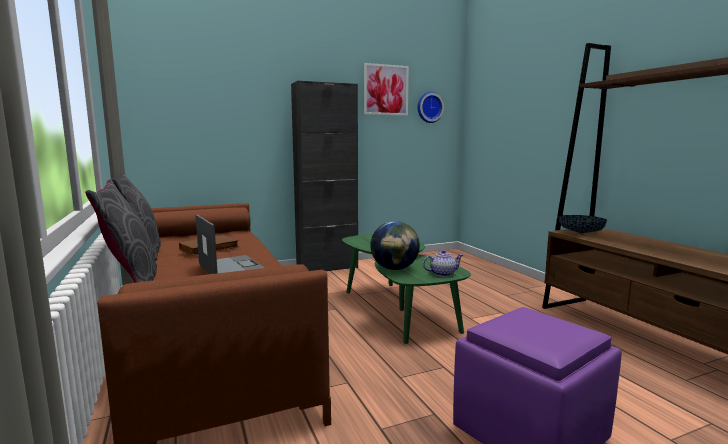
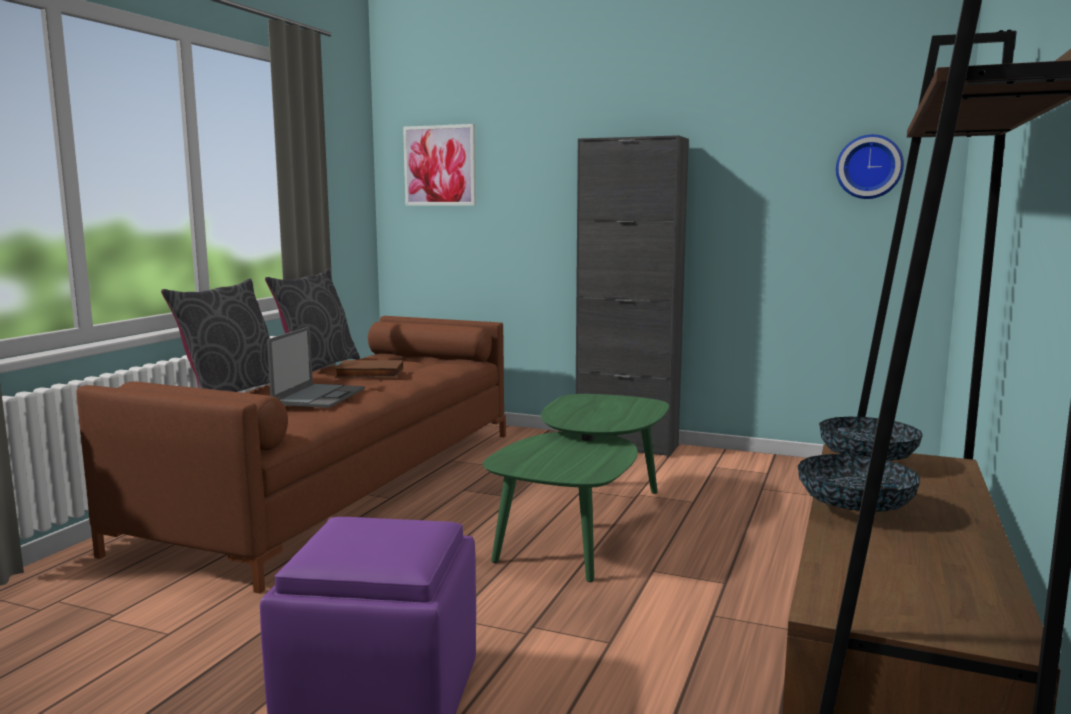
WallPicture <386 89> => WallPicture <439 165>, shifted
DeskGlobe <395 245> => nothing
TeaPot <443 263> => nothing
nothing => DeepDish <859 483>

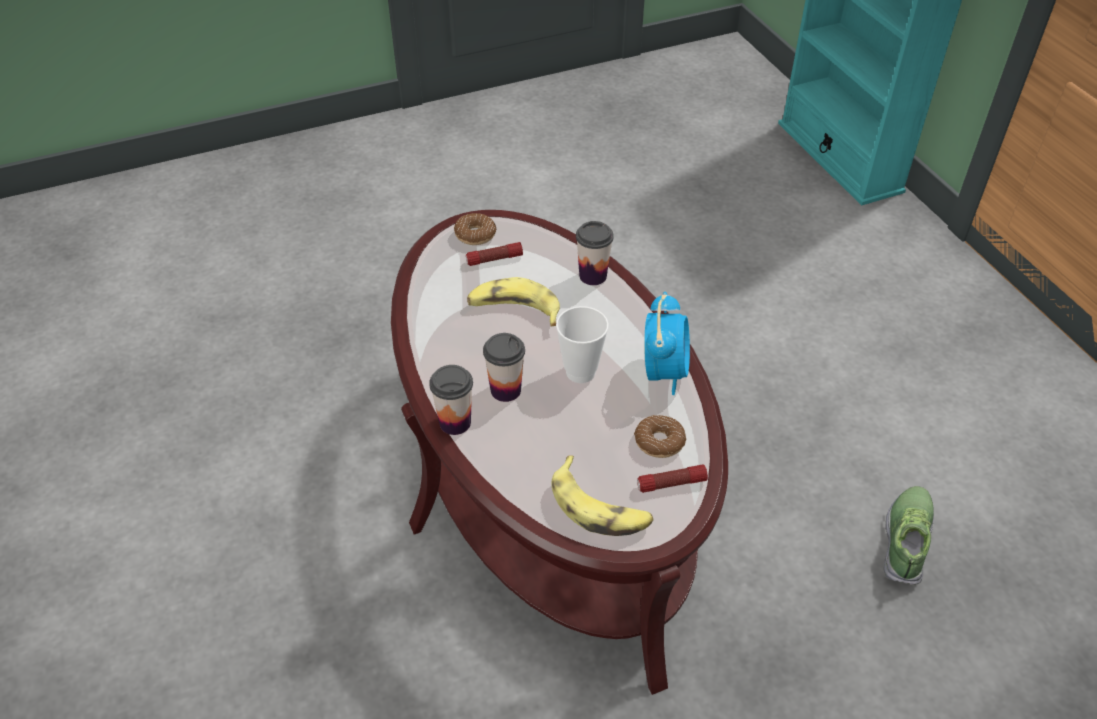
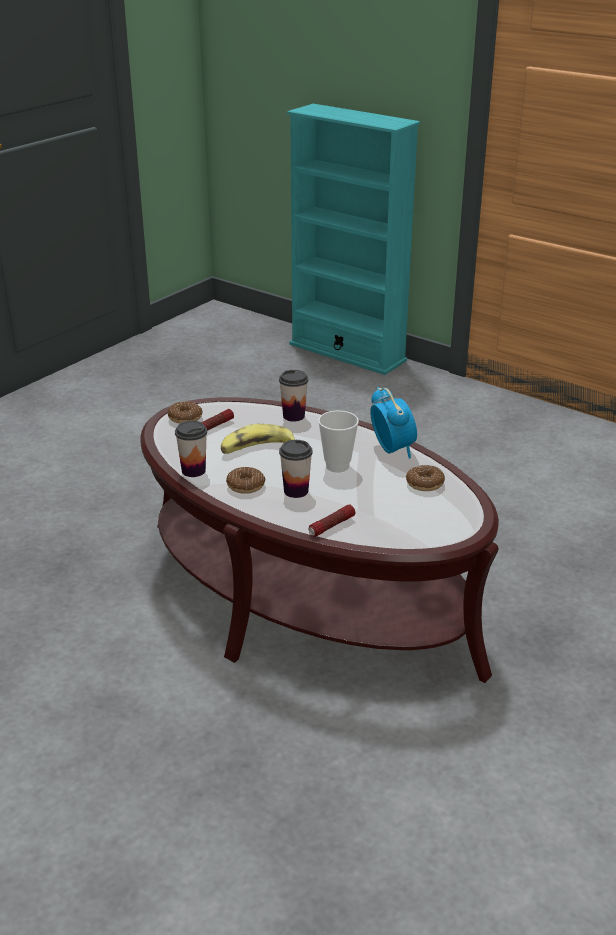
DrinkingCup <451 400> => DrinkingCup <191 449>, shifted
WholeBanana <602 495> => nothing
Flashlight <672 478> => Flashlight <331 520>, shifted
Shoe <909 535> => nothing
nothing => Doughnut <245 480>

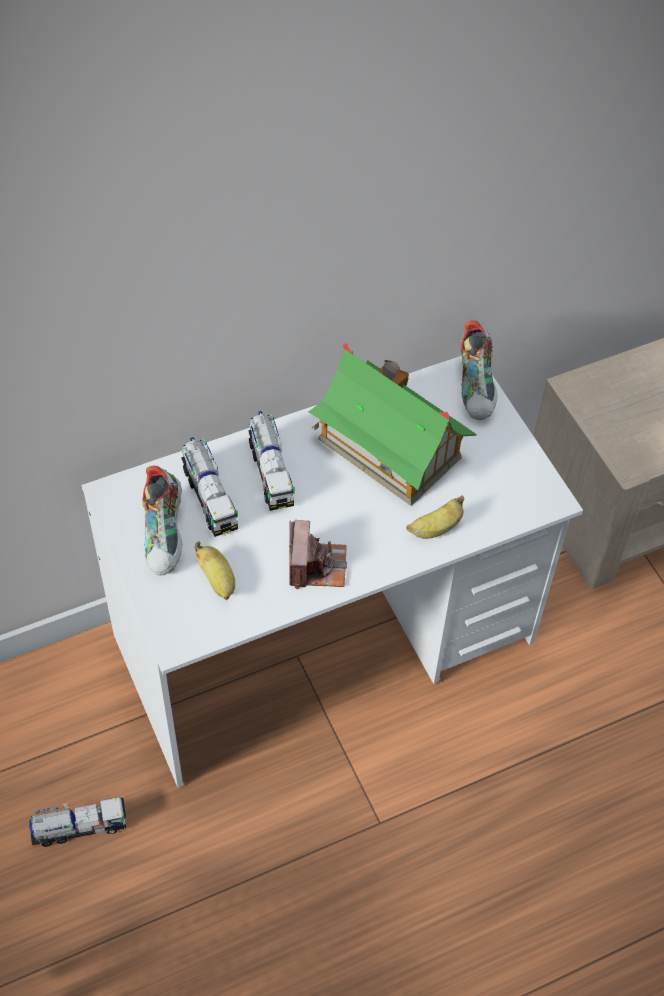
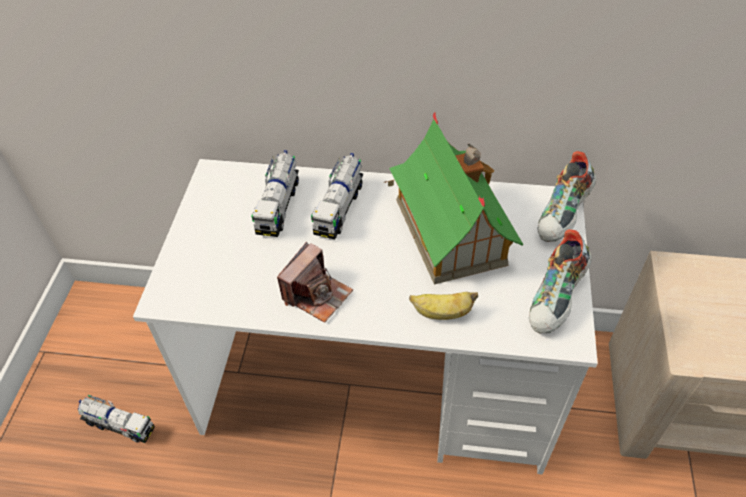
Shoe <162 520> => Shoe <560 281>, shifted
WholeBanana <214 571> => nothing

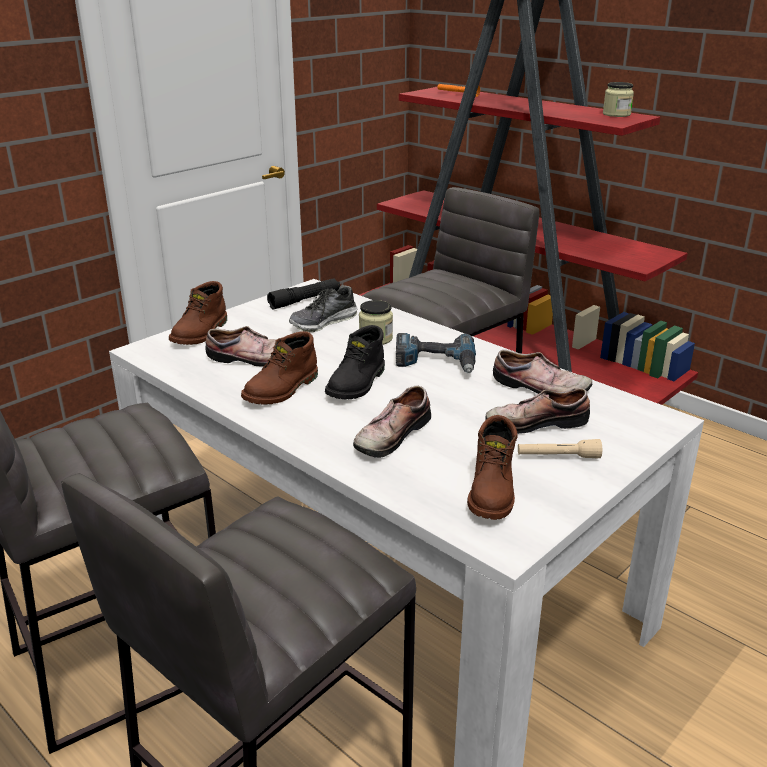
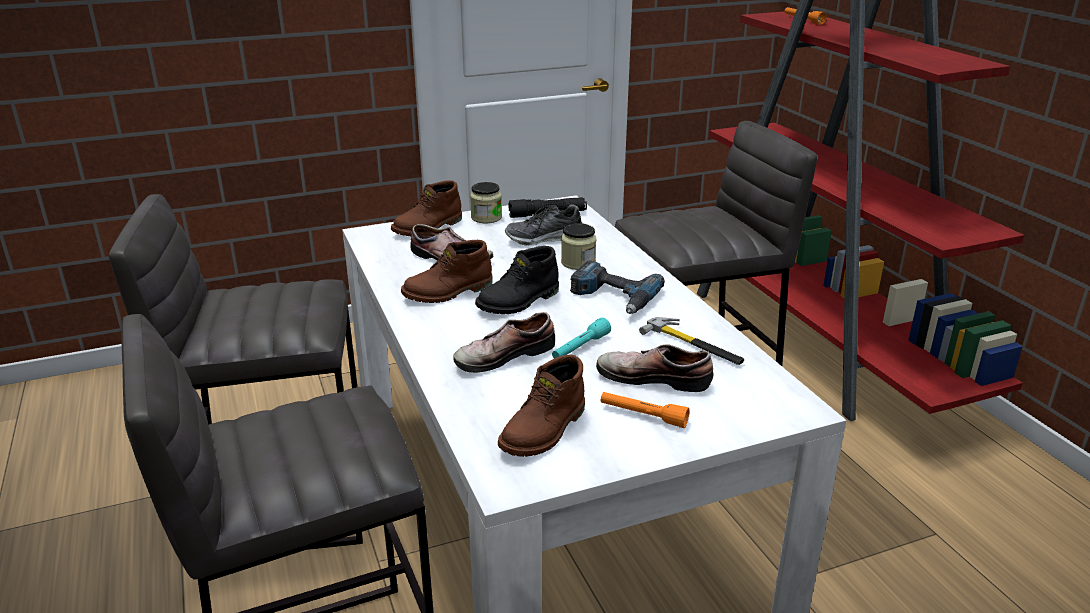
StorageJar <618 99> => StorageJar <486 202>, shifted
Shoe <542 372> => ToolHammer <691 341>
BeigeFlashlight <560 449> => OrangeFlashlight <645 410>
nothing => TurquoiseFlashlight <581 338>

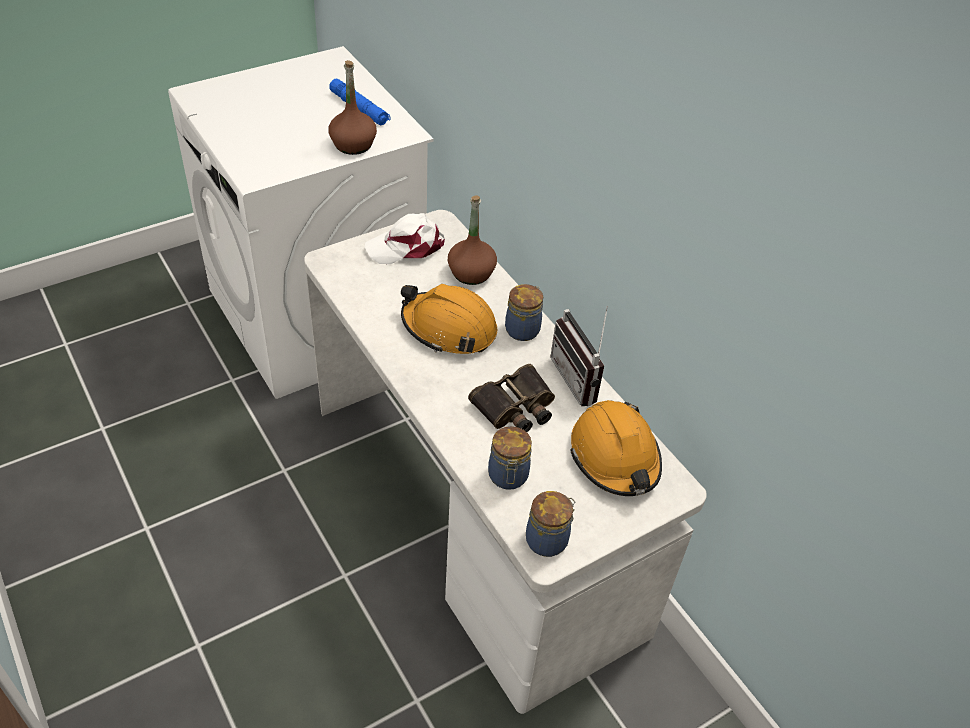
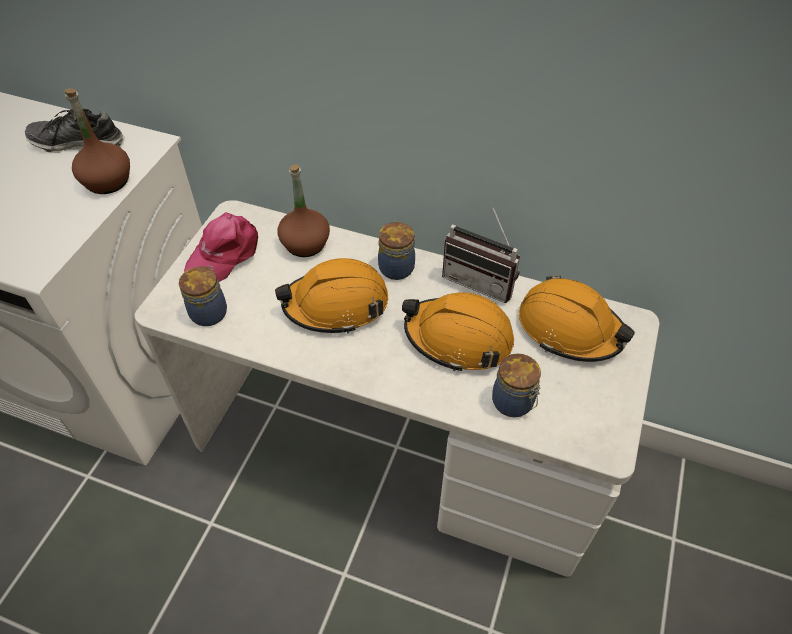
BluishFlashlight <360 101> => Shoe <75 130>
WhiteBaseballCap <405 238> => PinkishBaseballCap <221 247>
PairOfBinoculars <511 398> => OrangeWorkHelmet <458 331>
StorageJar <551 524> => StorageJar <203 296>, shifted

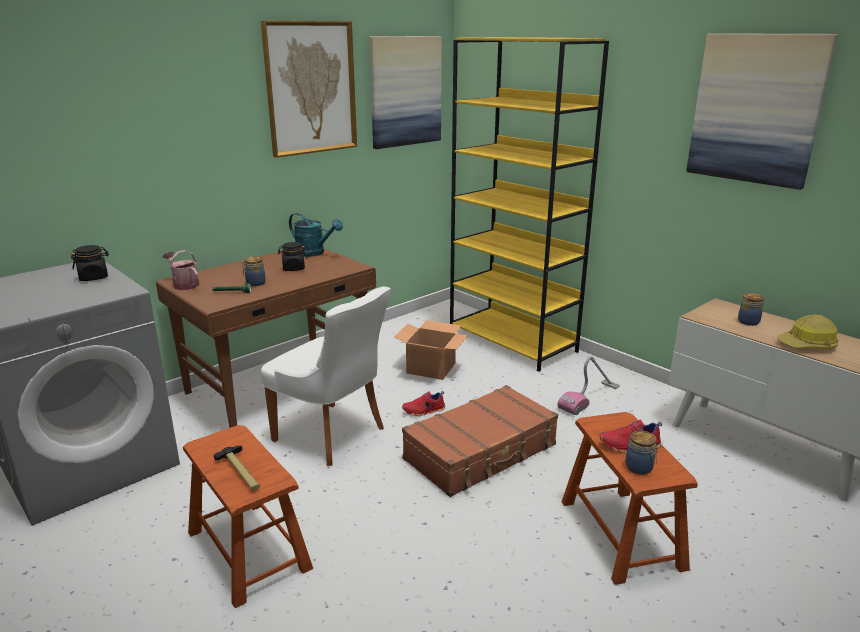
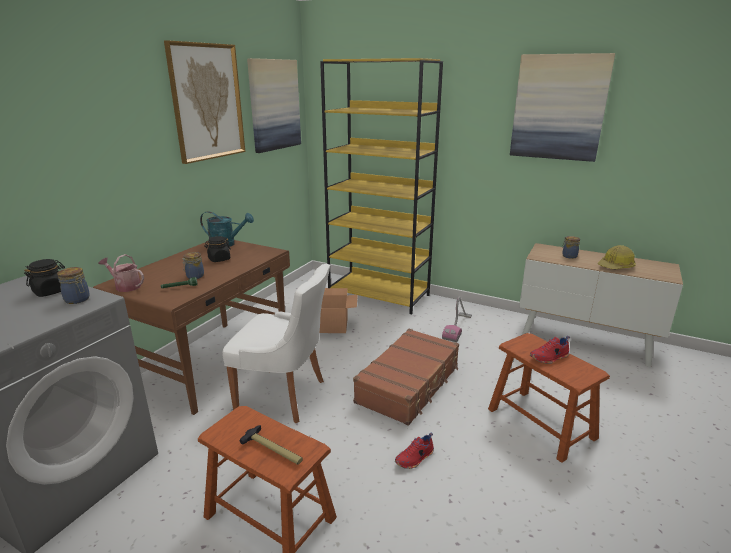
ReddishShoe <423 403> => ReddishShoe <414 451>, shifted
StorageJar <641 452> => StorageJar <73 285>, shifted

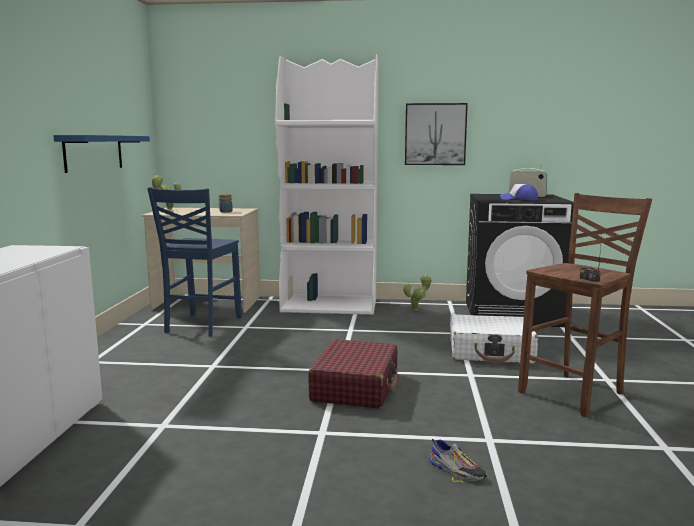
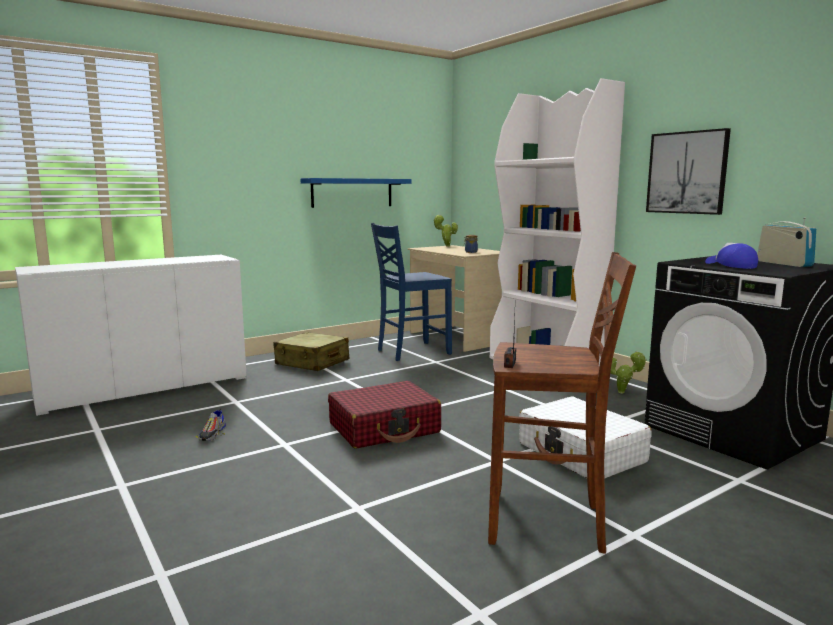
Shoe <458 461> => Shoe <211 425>, shifted
nothing => BeigeTravelCase <311 351>

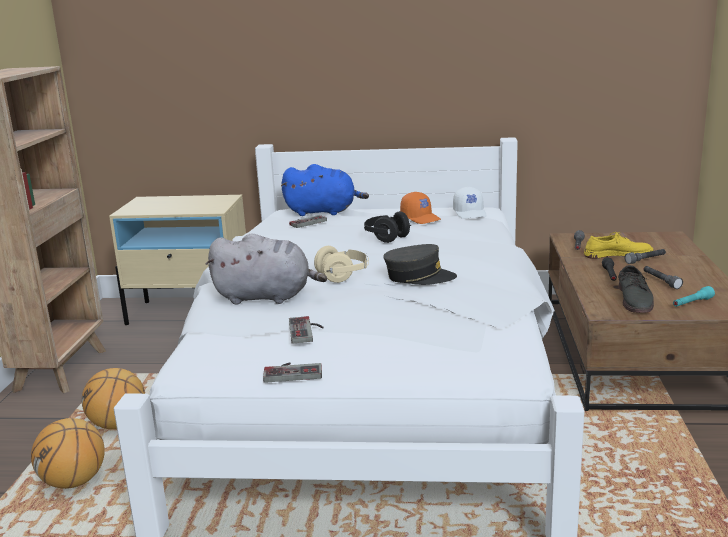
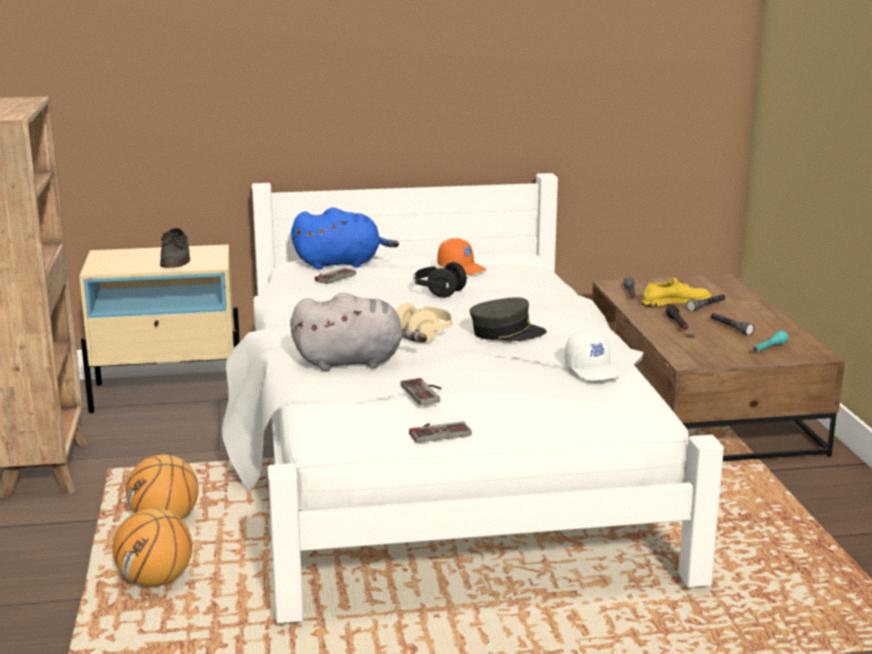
WhiteBaseballCap <470 203> => WhiteBaseballCap <592 355>, shifted
GreyShoe <636 289> => GreyShoe <175 248>, shifted

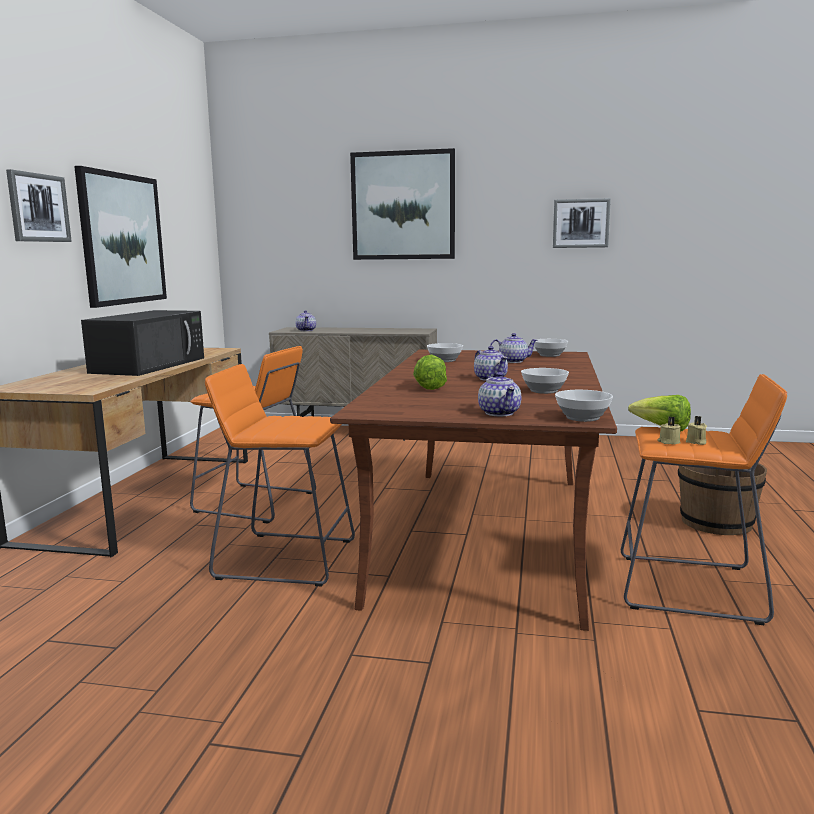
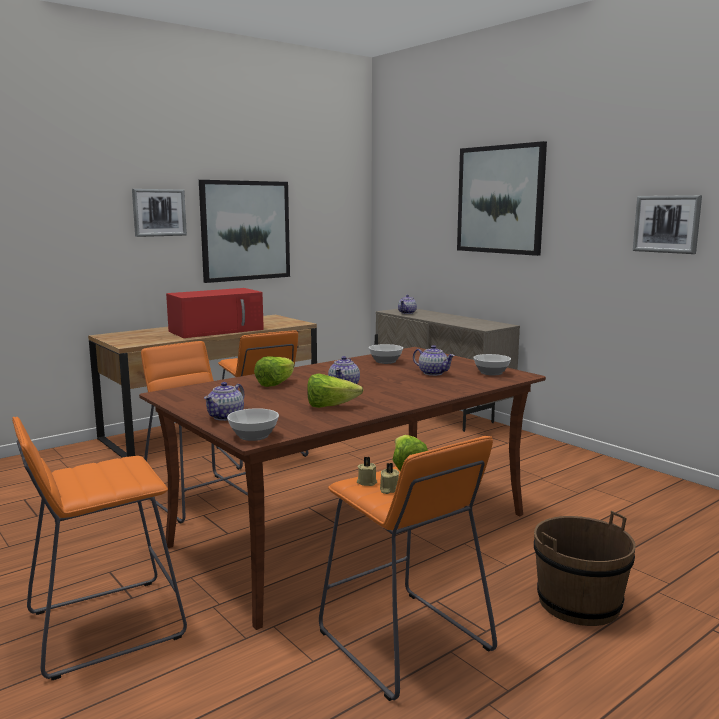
BlackKitchenMicrowave <142 343> => ReddishKitchenMicrowave <215 313>
DeepDish <545 381> => Lettuce <335 390>
nothing => OrangeStool <99 548>

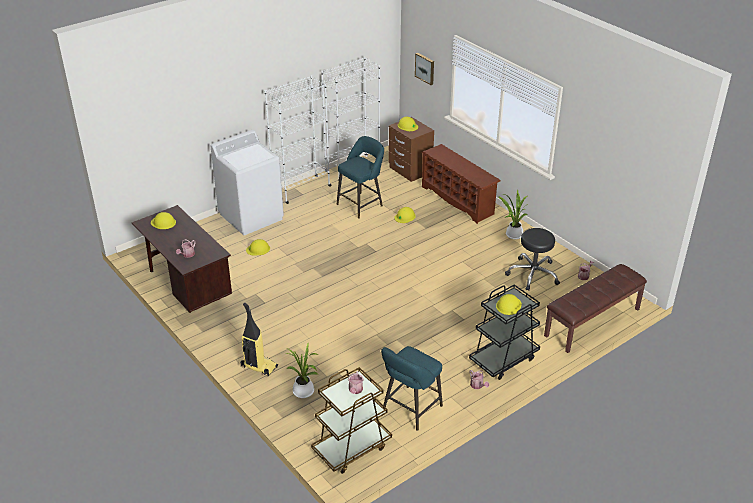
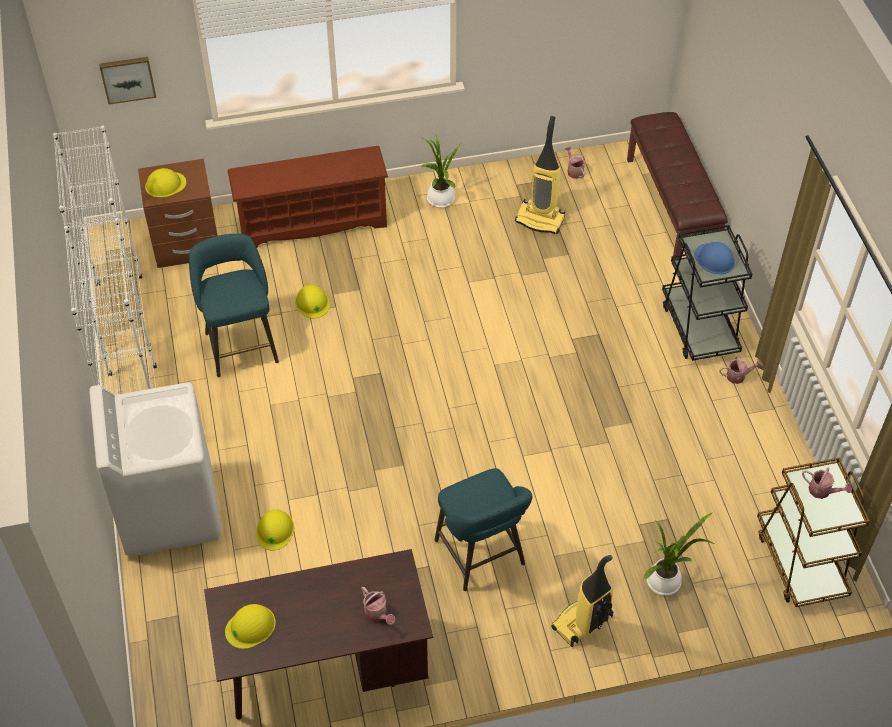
BlackStool <532 259> => VacuumCleaner <540 175>
YellowColouredWorkHelmet <509 304> => BluishWorkHelmet <715 258>
TurquoiseStool <412 388> => TurquoiseStool <483 529>, shifted

